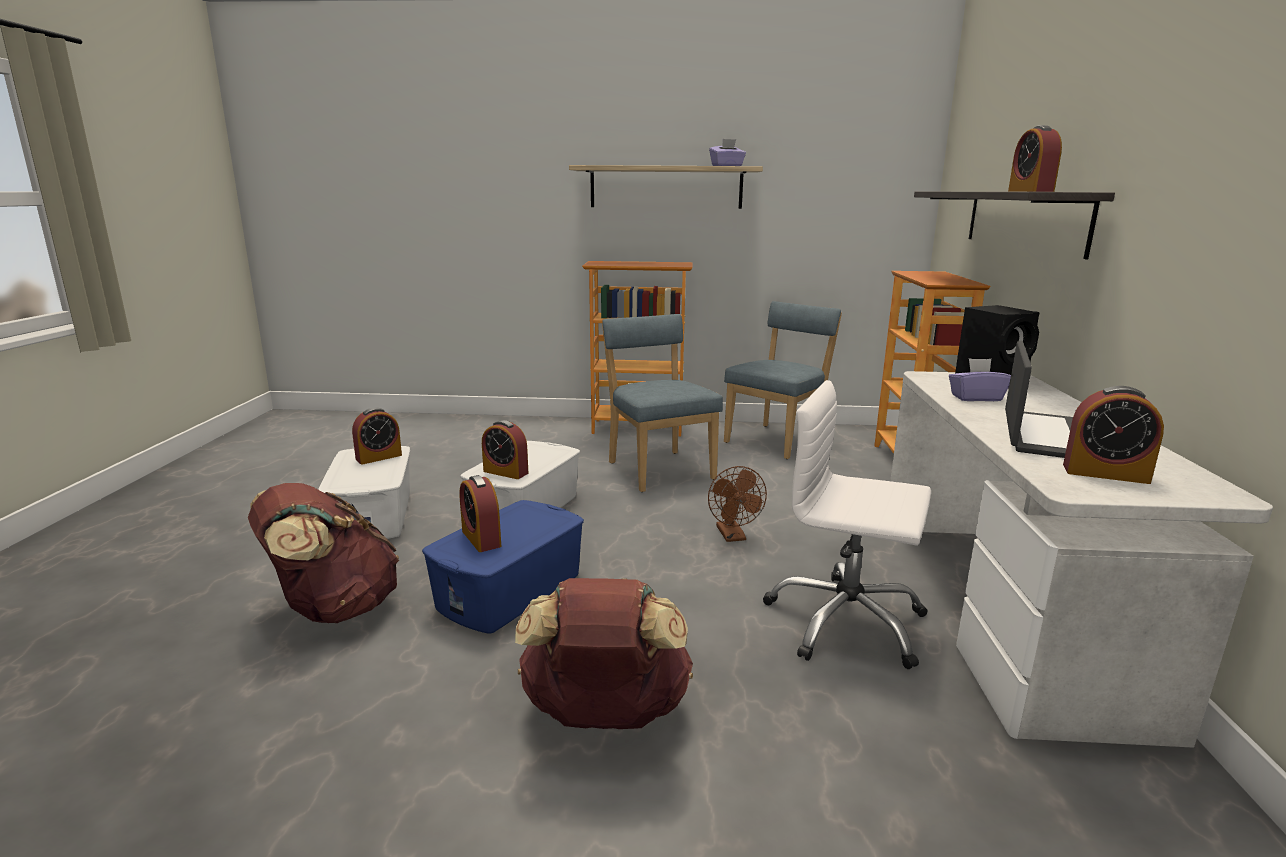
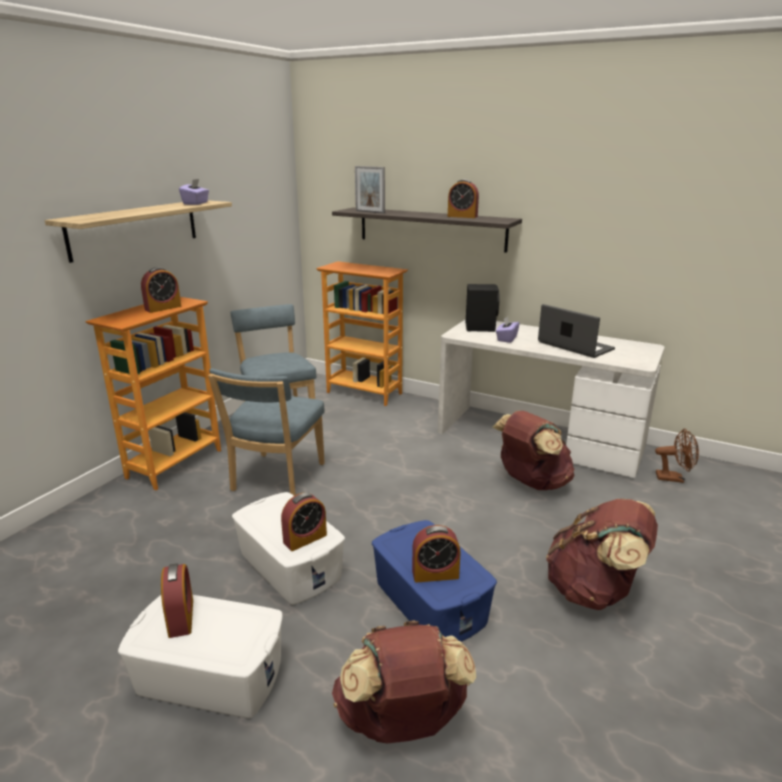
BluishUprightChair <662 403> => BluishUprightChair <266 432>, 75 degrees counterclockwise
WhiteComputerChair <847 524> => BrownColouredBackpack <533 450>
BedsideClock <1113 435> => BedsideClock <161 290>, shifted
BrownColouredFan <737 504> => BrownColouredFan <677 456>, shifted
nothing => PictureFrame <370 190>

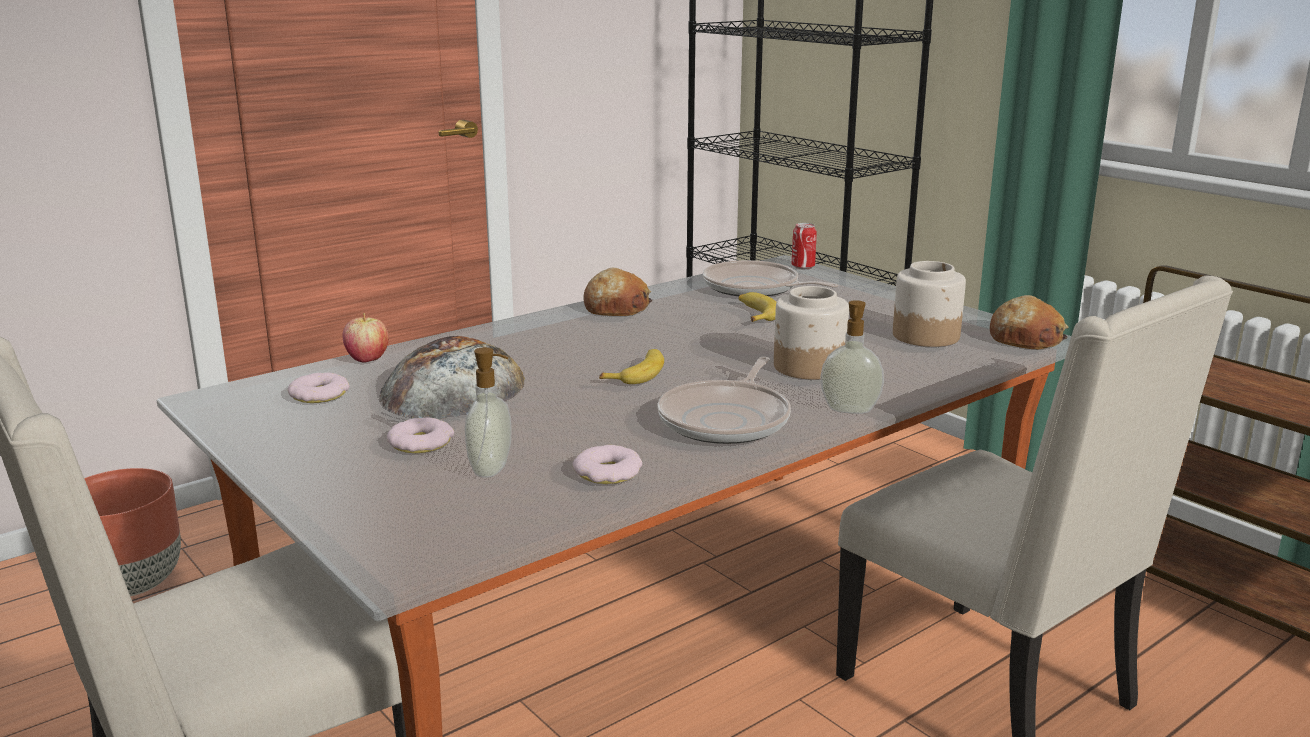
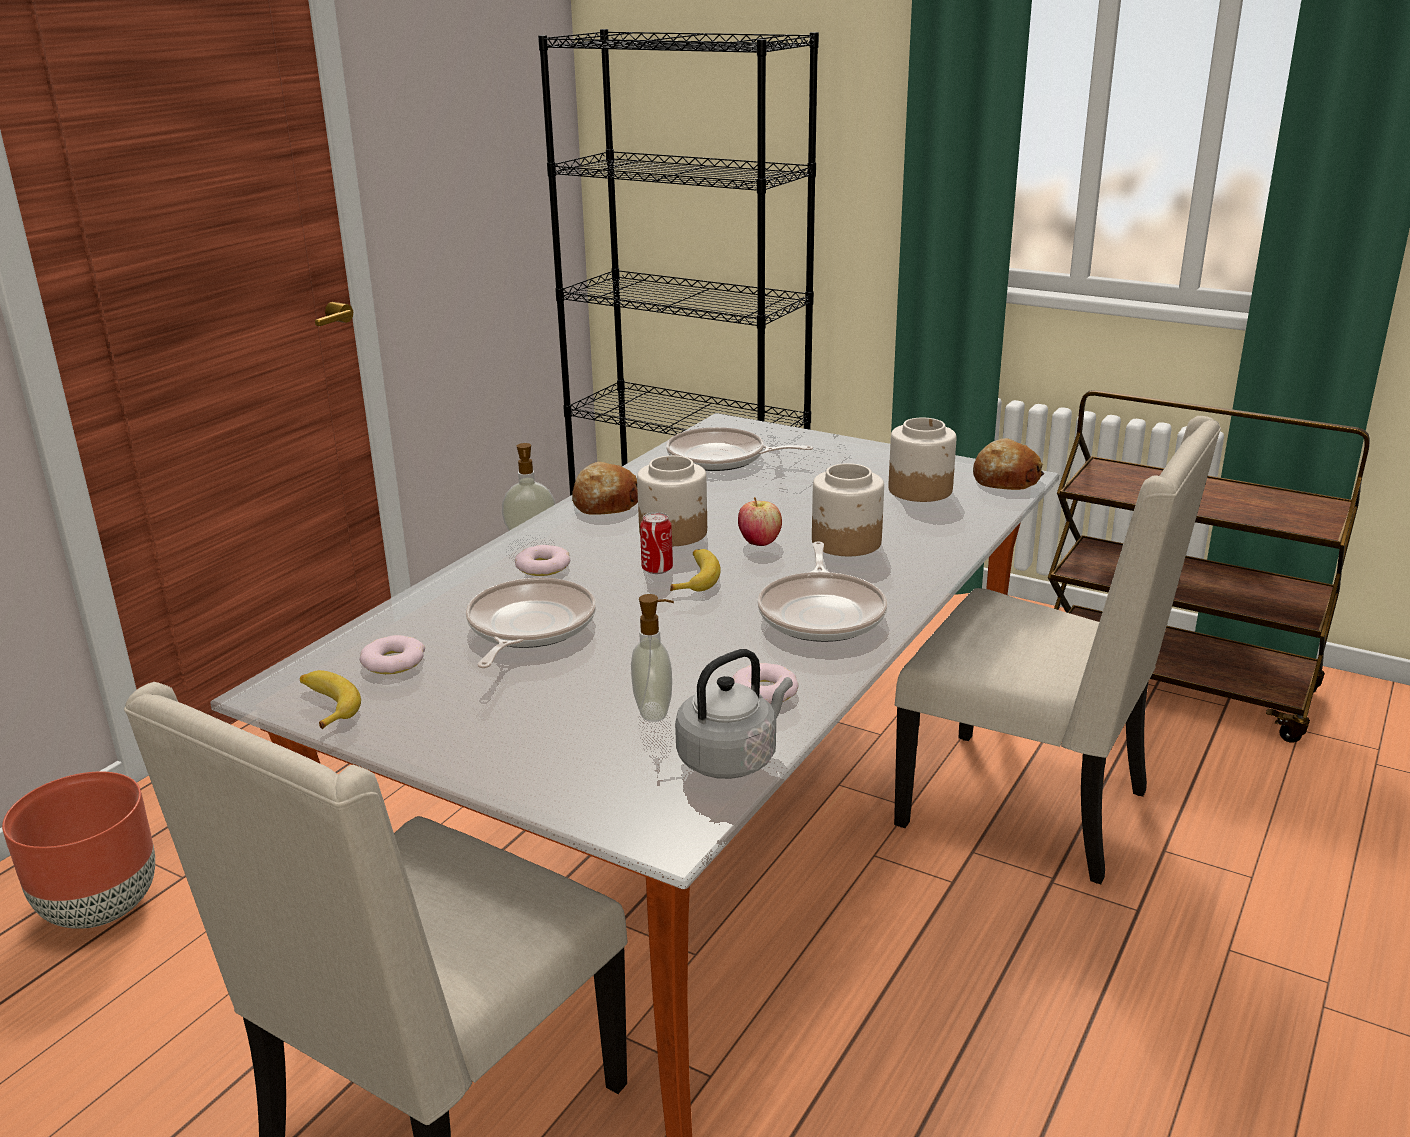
Can <804 246> => Can <656 543>, shifted
WholeBanana <757 307> => WholeBanana <330 699>, shifted
SoapDispenser <852 357> => SoapDispenser <529 492>, shifted
AppleFruit <366 338> => AppleFruit <760 521>, shifted
BakeryBread <452 377> => Pan <531 623>
Doughnut <420 435> => Doughnut <542 560>, shifted
nothing => StorageJar <672 501>
nothing => GreyWaterKettle <734 714>

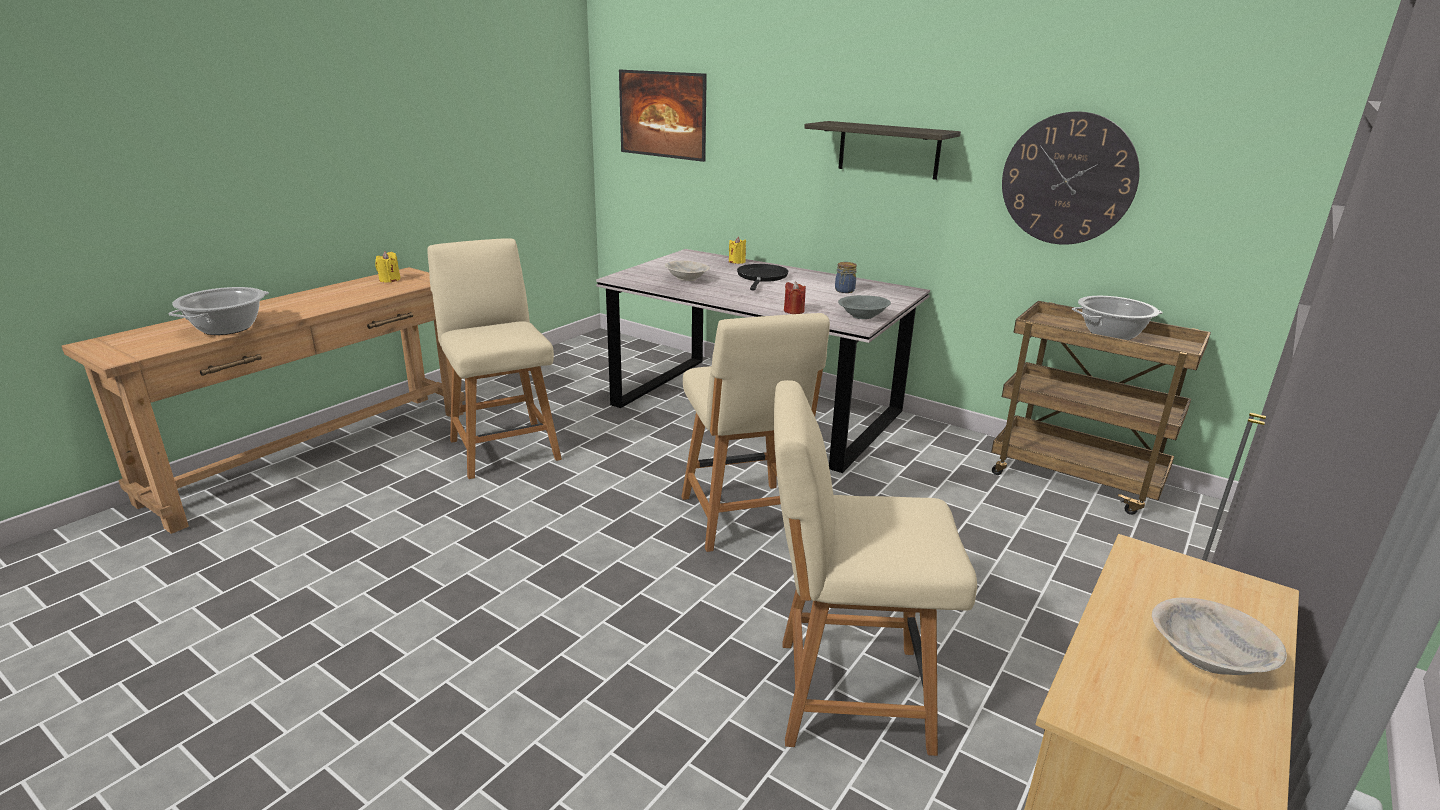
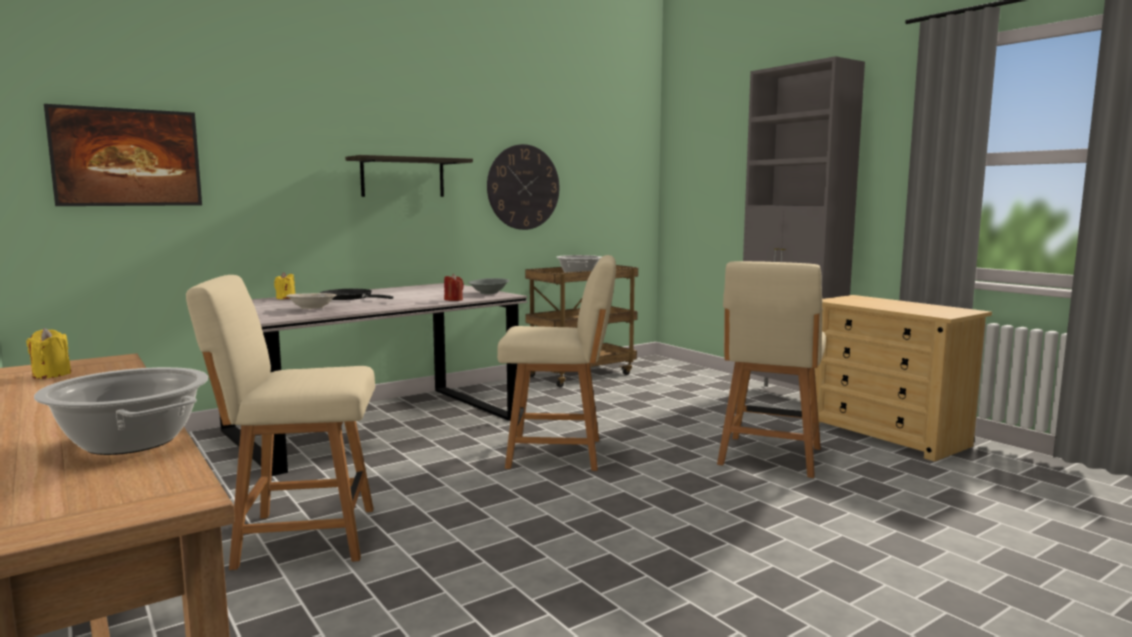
StorageJar <846 277> => nothing
BeigeDeepDish <1219 636> => nothing

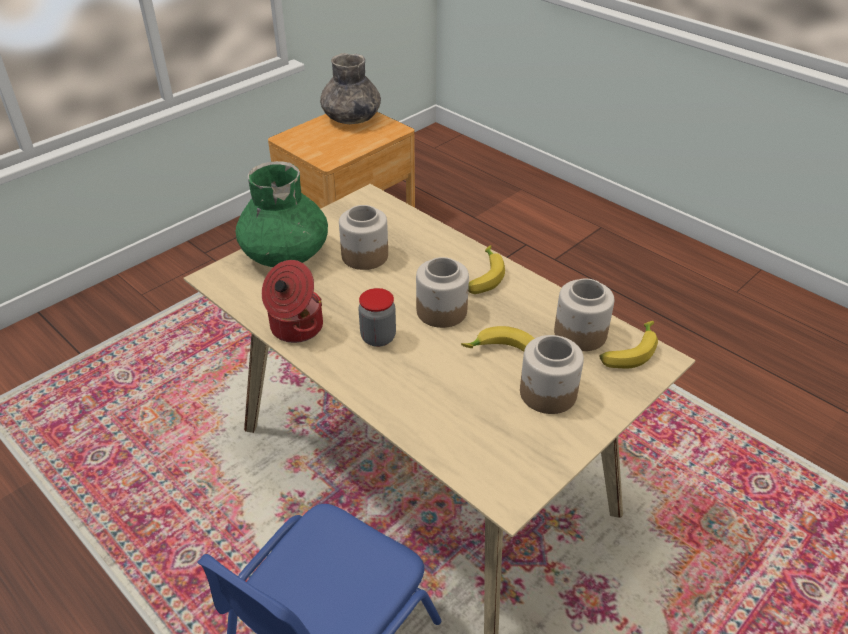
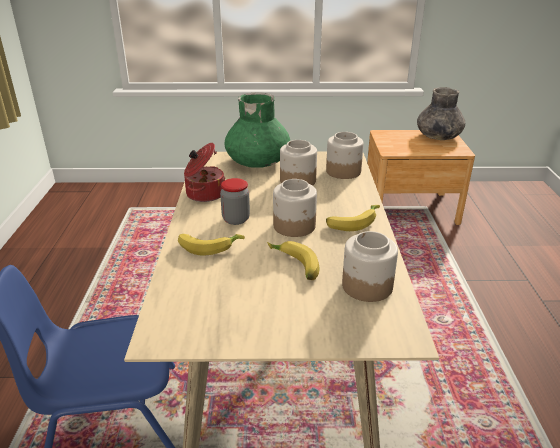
WholeBanana <628 345> => WholeBanana <211 244>, shifted
StorageJar <552 374> => StorageJar <345 155>, shifted

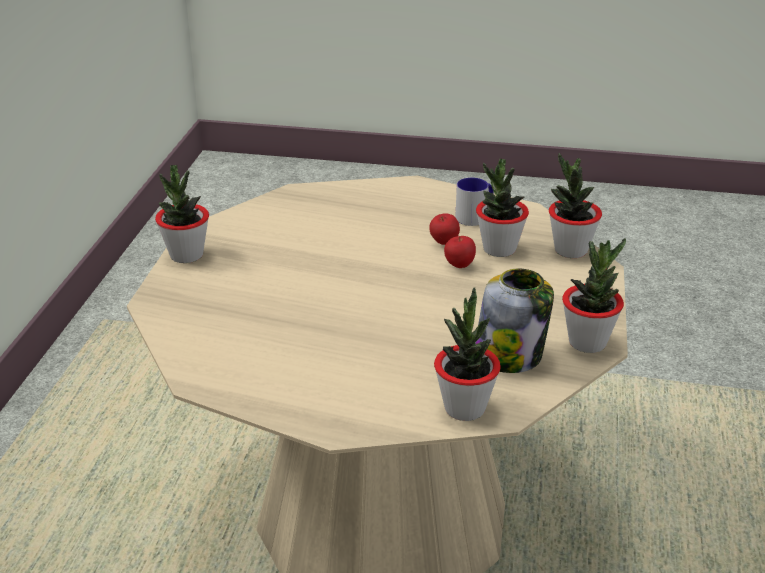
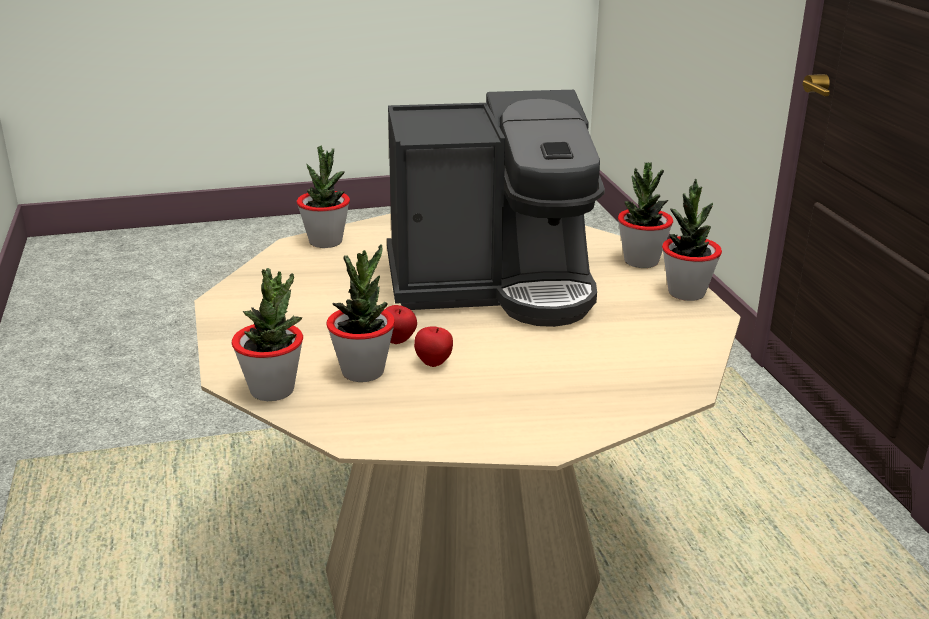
CoffeeMug <474 202> => nothing
PlantInAPot <594 295> => PlantInAPot <645 215>, shifted
StorageJar <514 320> => nothing
nothing => CoffeeBrewer <496 208>

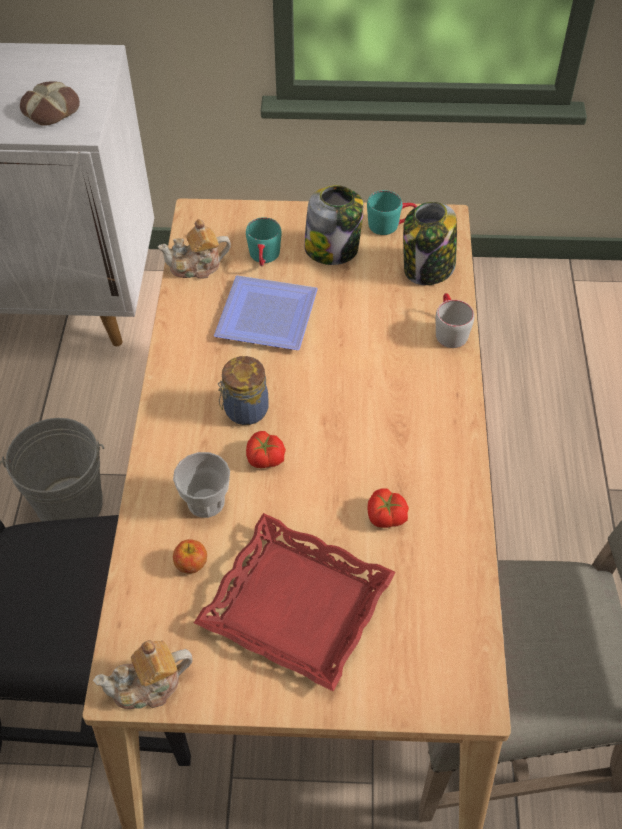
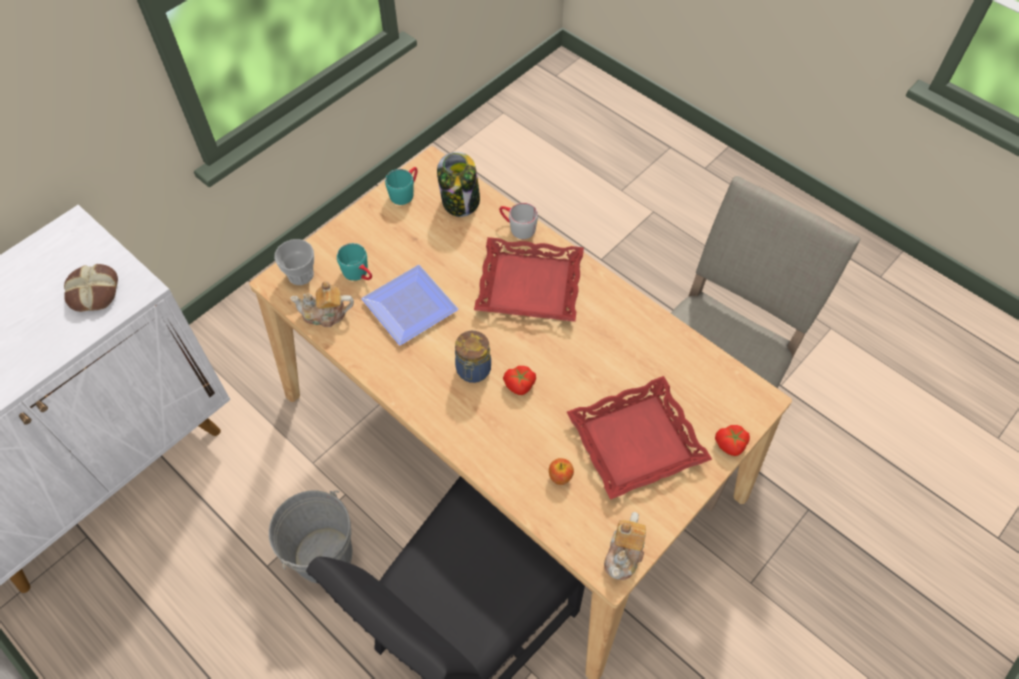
StorageJar <334 225> => nothing
TeaPot <194 249> => TeaPot <322 304>, 60 degrees clockwise
DrinkingCup <201 485> => DrinkingCup <294 262>, shifted
FreshTomato <388 508> => FreshTomato <732 440>, shifted
nothing => ReddishCarryingTray <529 279>

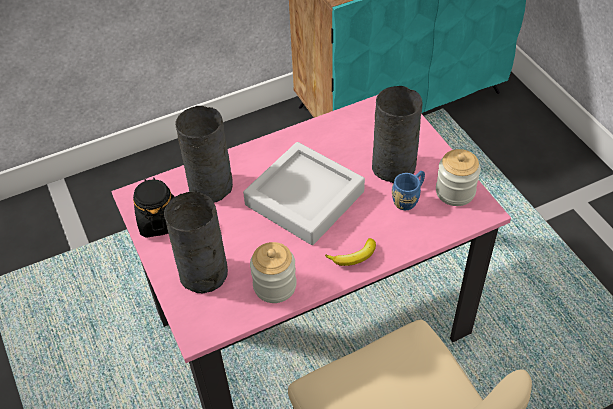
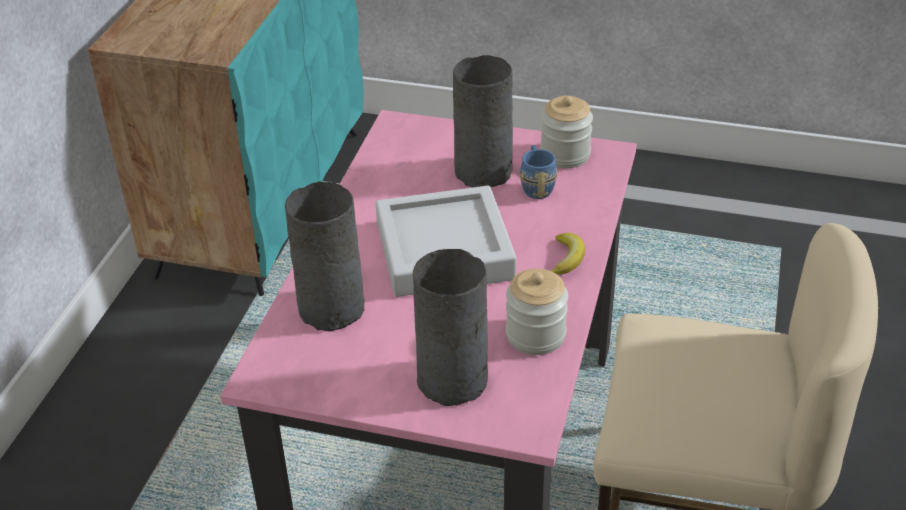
BlackStorageJar <153 207> => nothing

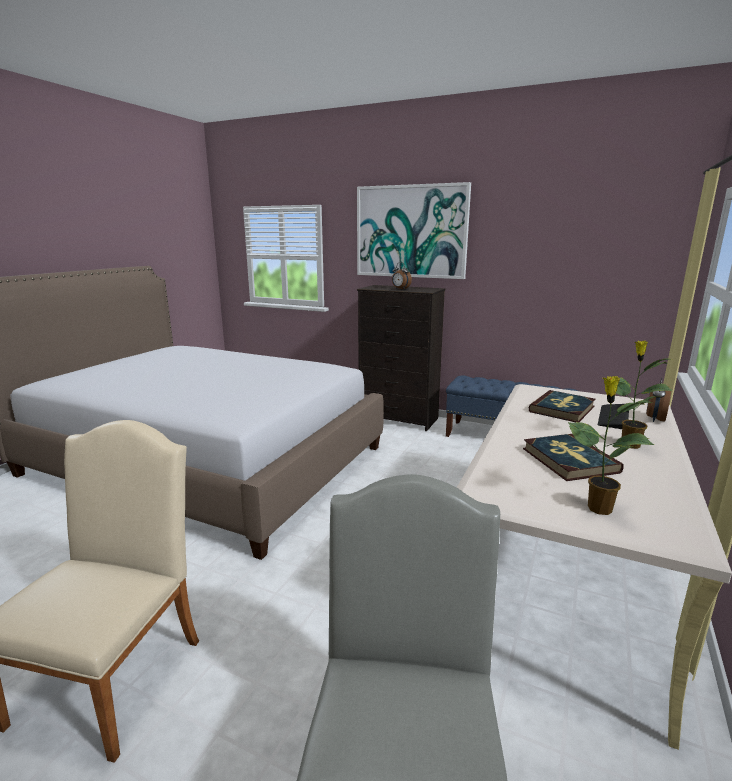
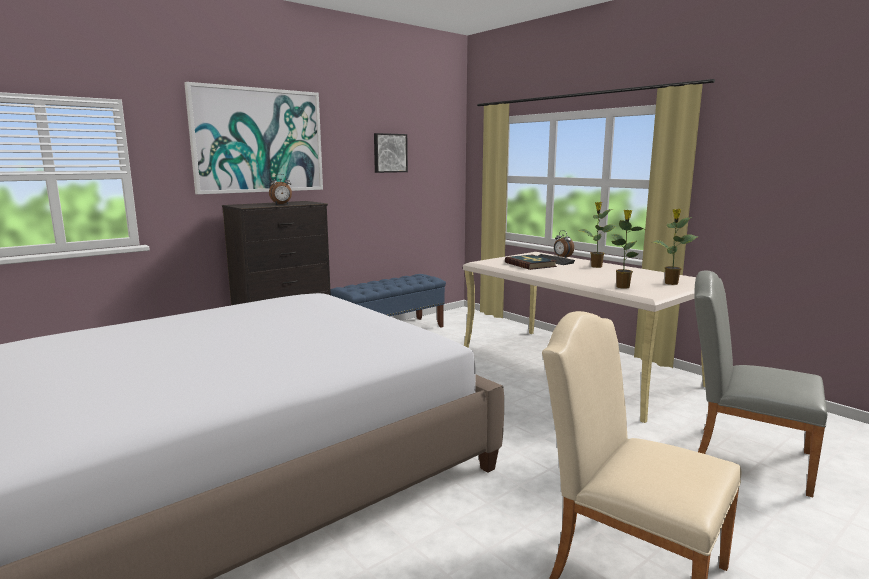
Volume <573 457> => nothing
nothing => WallPicture <391 153>
nothing => PlantInAPot <628 249>

